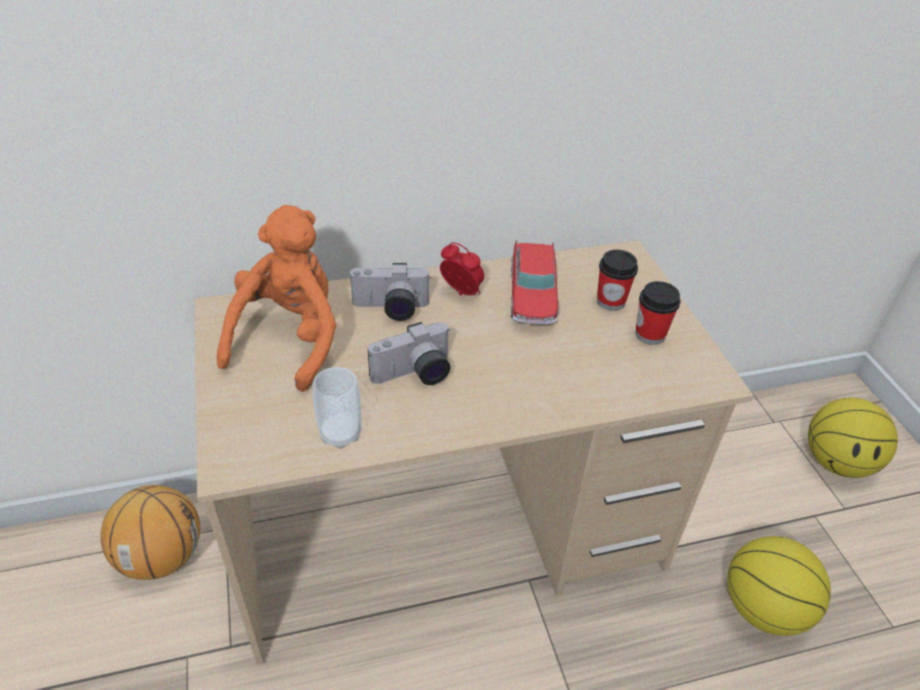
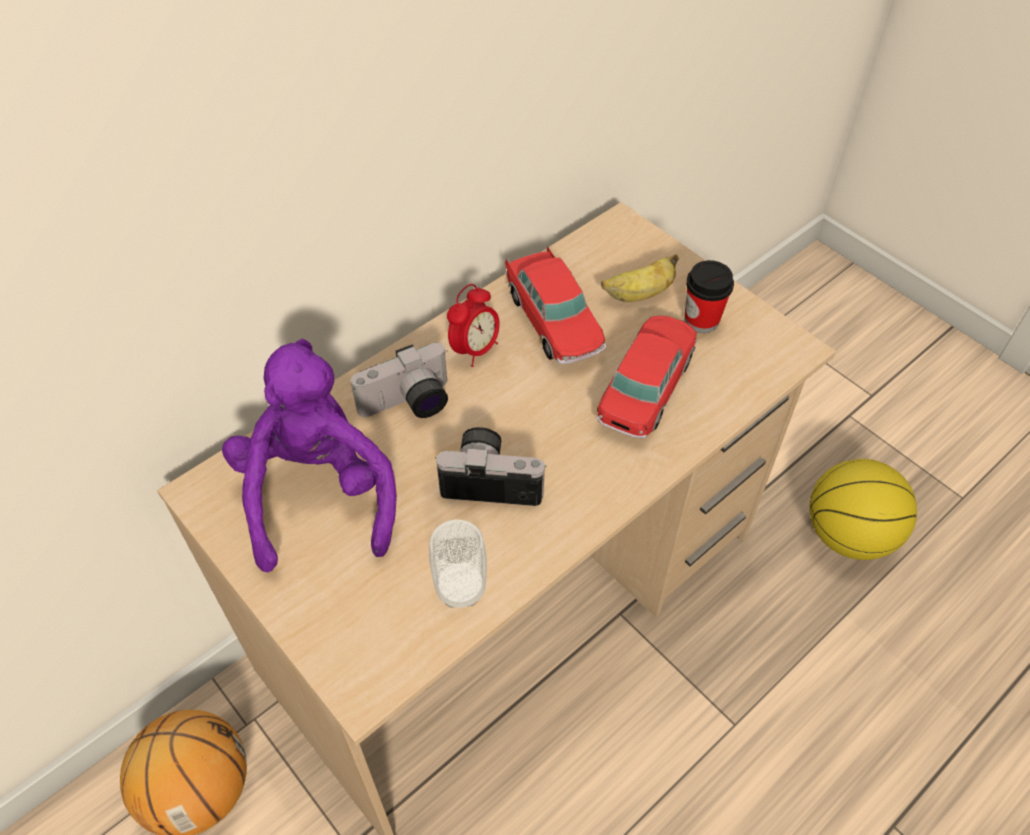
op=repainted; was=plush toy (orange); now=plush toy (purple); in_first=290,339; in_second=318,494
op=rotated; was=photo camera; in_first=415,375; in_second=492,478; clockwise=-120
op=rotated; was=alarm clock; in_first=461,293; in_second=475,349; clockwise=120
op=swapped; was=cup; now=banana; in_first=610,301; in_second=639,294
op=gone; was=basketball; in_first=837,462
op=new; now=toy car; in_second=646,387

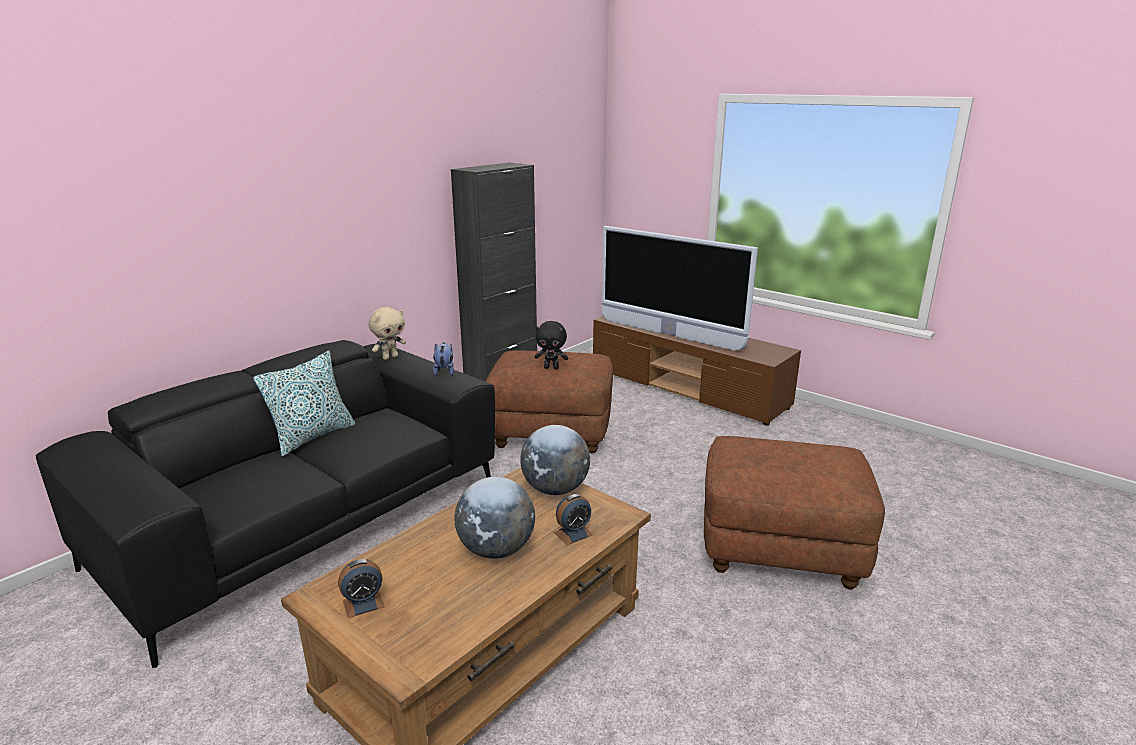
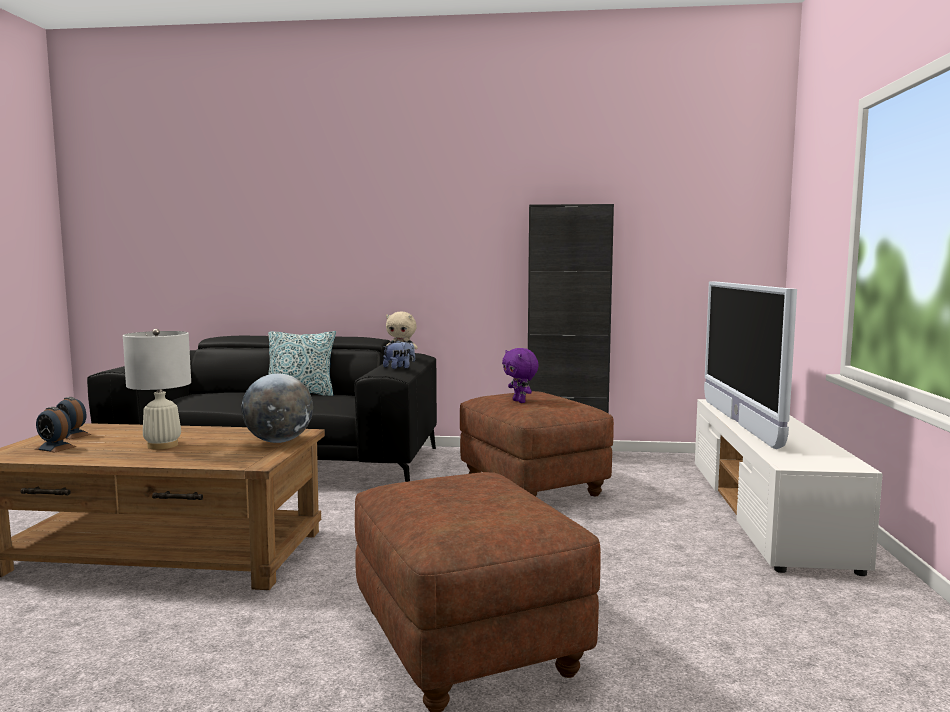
op=swapped; was=globe; now=table lamp (white); in_first=496,550; in_second=163,445
op=repainted; was=plush toy (black); now=plush toy (purple); in_first=551,367; in_second=520,401
op=shifted; was=alarm clock; in_first=573,533; in_second=55,448
op=repainted; was=tv stand (brown); now=tv stand (white); in_first=688,389; in_second=767,512

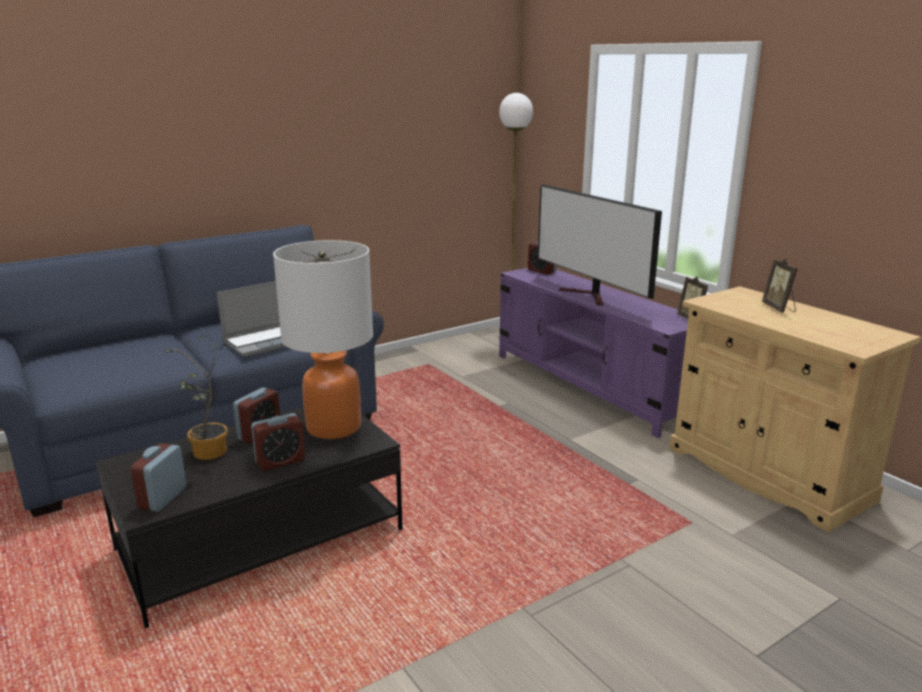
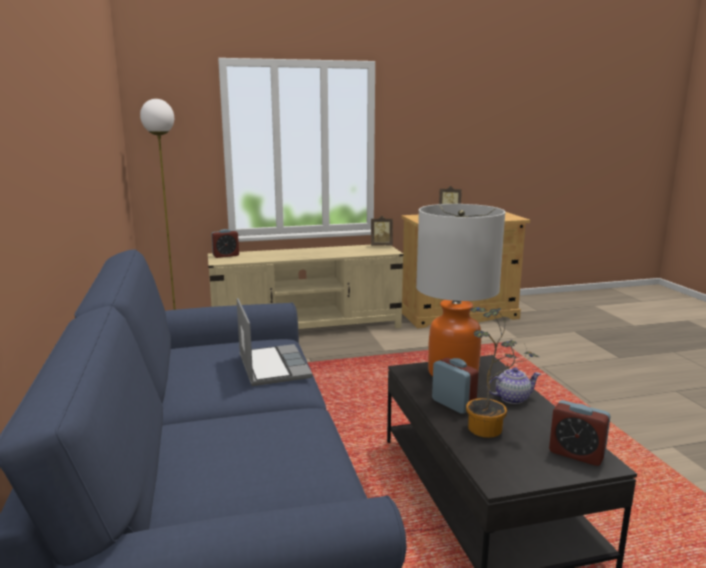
op=swapped; was=alarm clock; now=teapot; in_first=280,461; in_second=512,398
op=repainted; was=tv stand (purple); now=tv stand (beige); in_first=591,385; in_second=307,327
op=gone; was=television; in_first=590,296

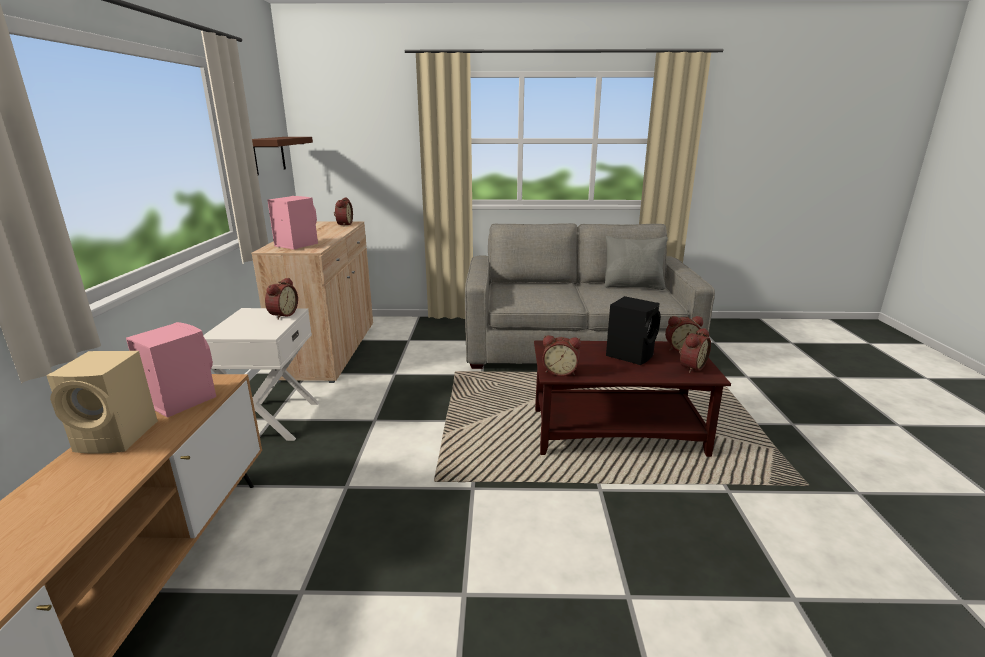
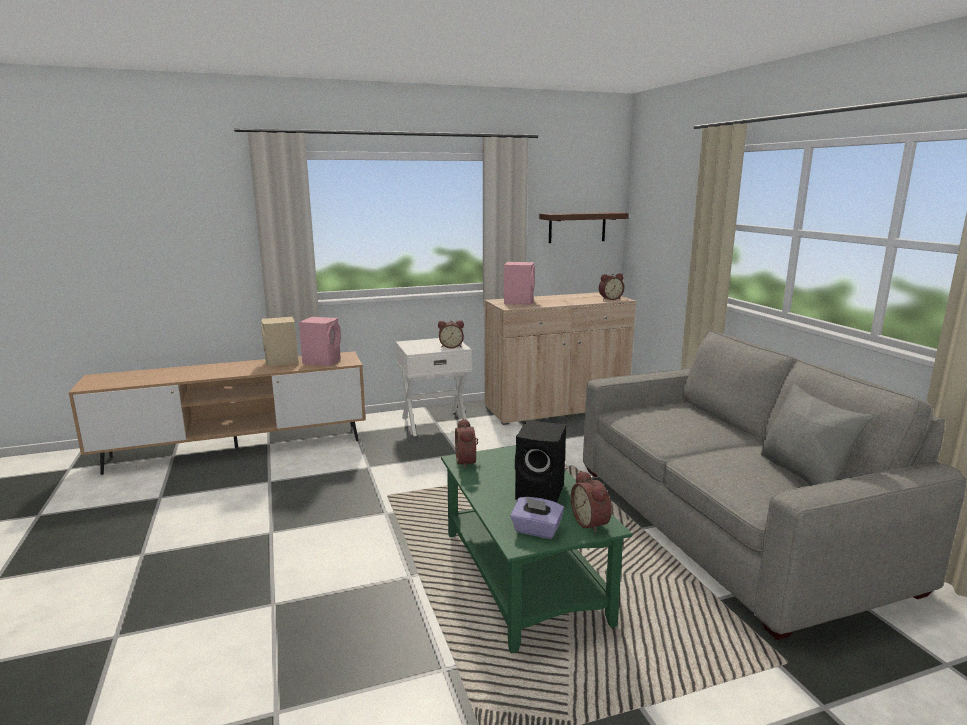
op=repainted; was=coffee table (brown); now=coffee table (green); in_first=618,431; in_second=524,577
op=swapped; was=alarm clock; now=tissue box (purple); in_first=690,367; in_second=536,530

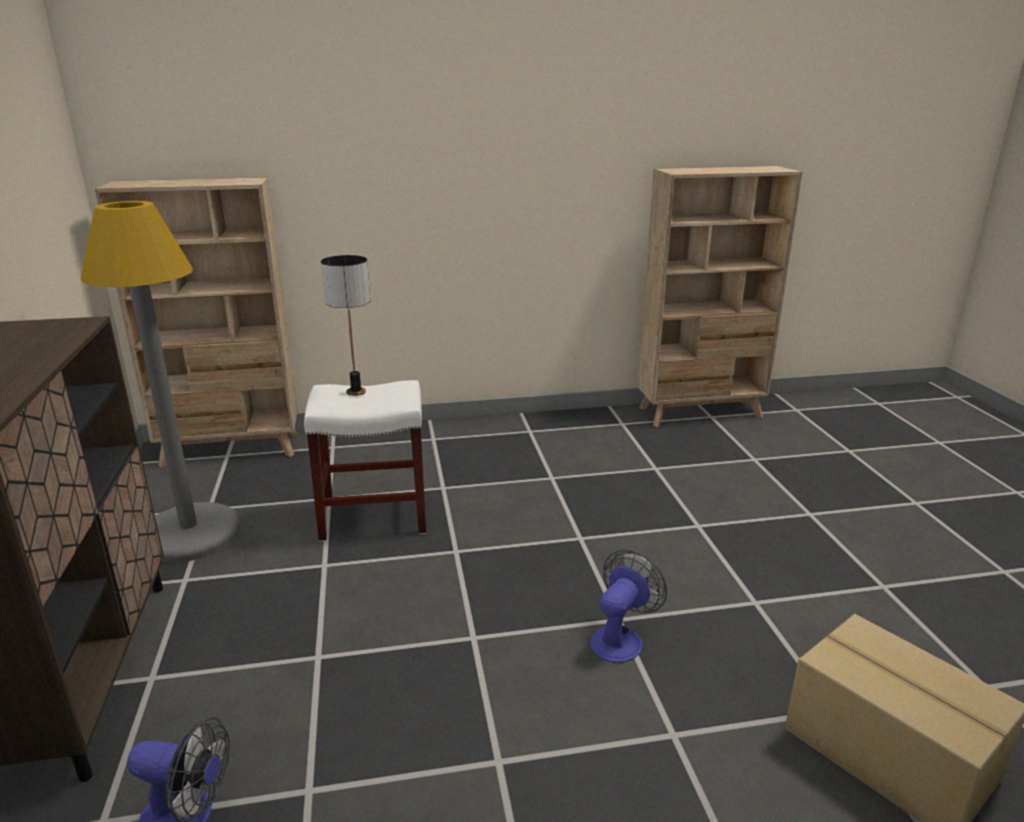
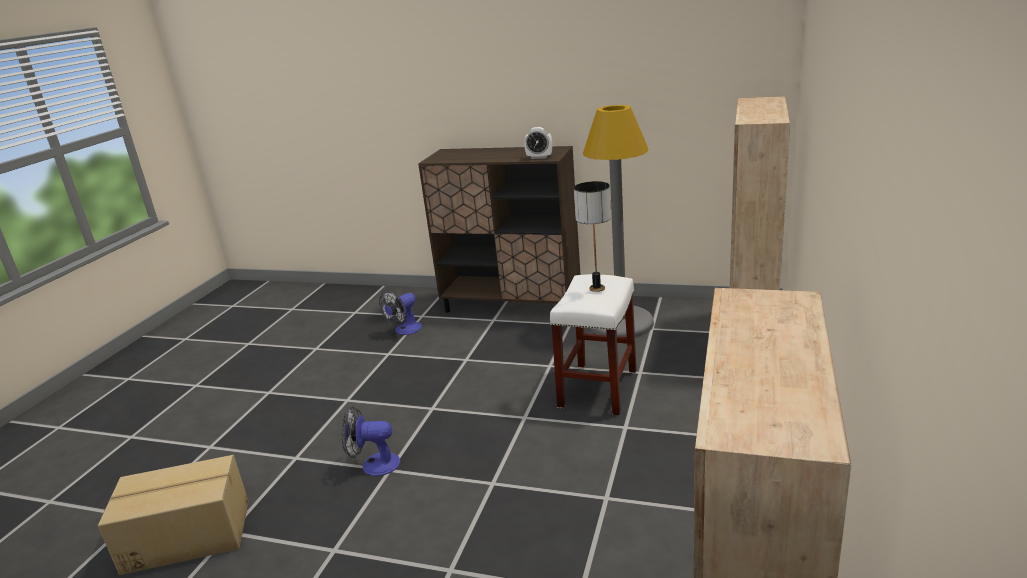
op=rotated; was=fan; in_first=621,638; in_second=374,464; clockwise=120
op=new; now=alarm clock; in_second=539,157

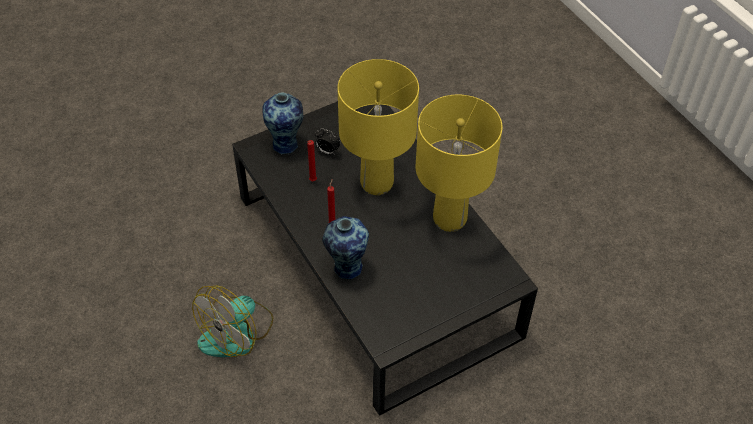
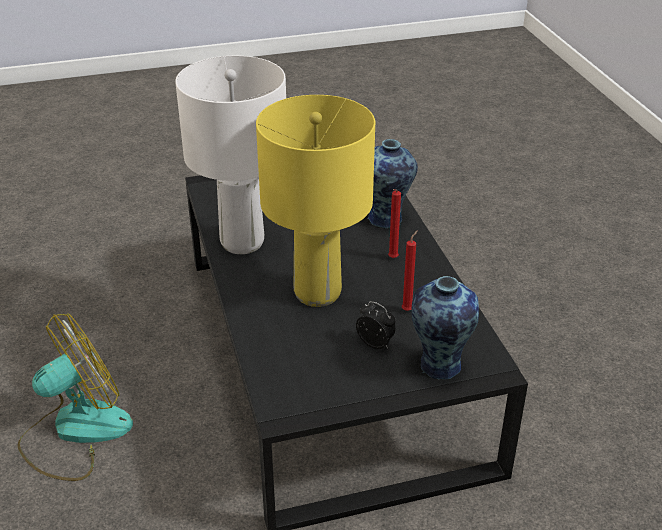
op=shifted; was=fan; in_first=237,332; in_second=75,431
op=repainted; was=table lamp (yellow); now=table lamp (white); in_first=449,220; in_second=243,242

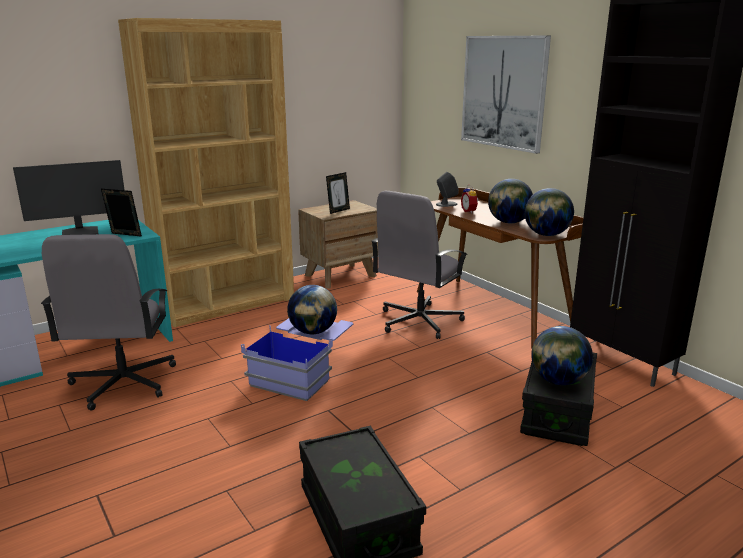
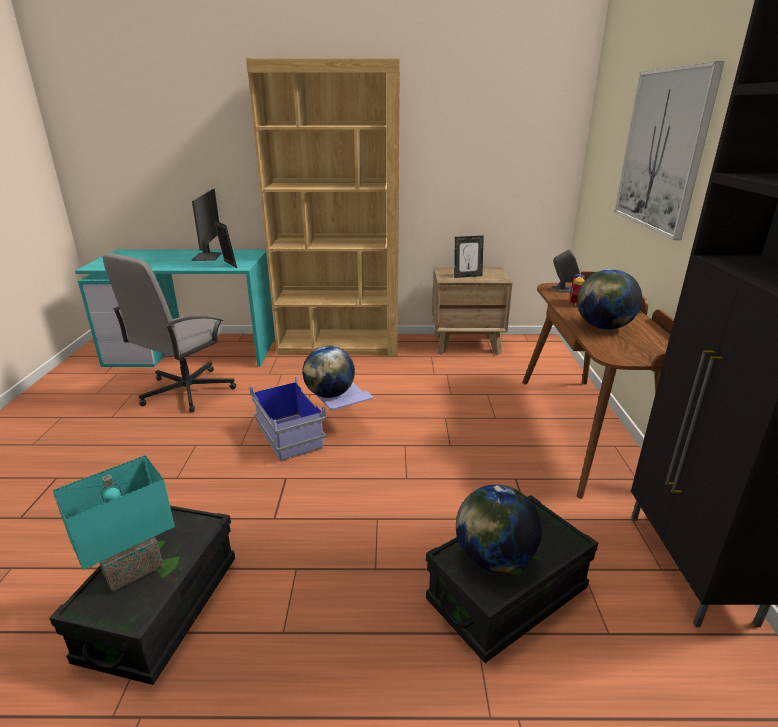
op=rotated; was=monitor; in_first=80,232; in_second=208,256; clockwise=-105
op=gone; was=office chair (grey); in_first=418,321
op=gone; was=globe; in_first=546,235
op=new; now=table lamp (turquoise); in_second=133,571

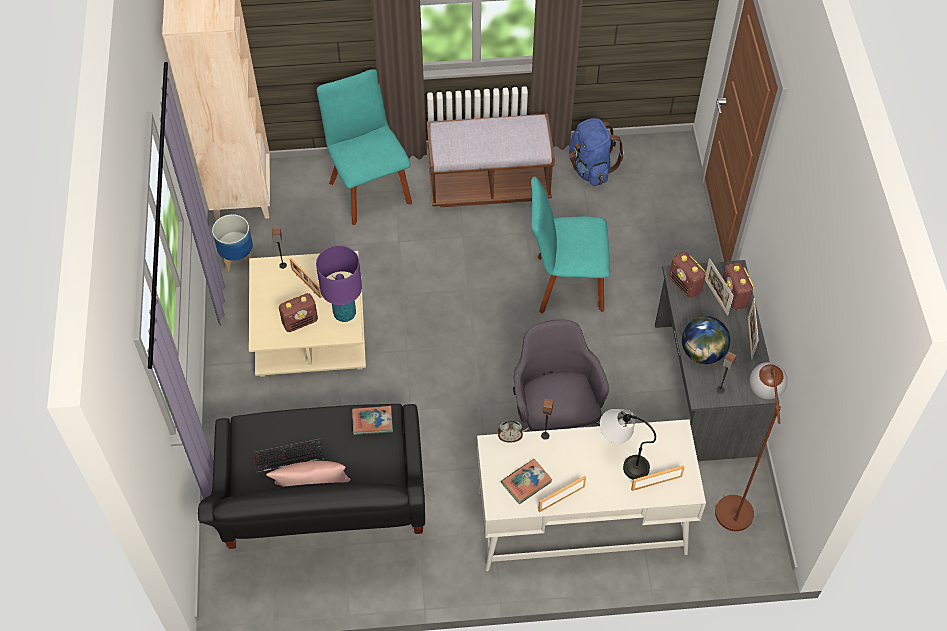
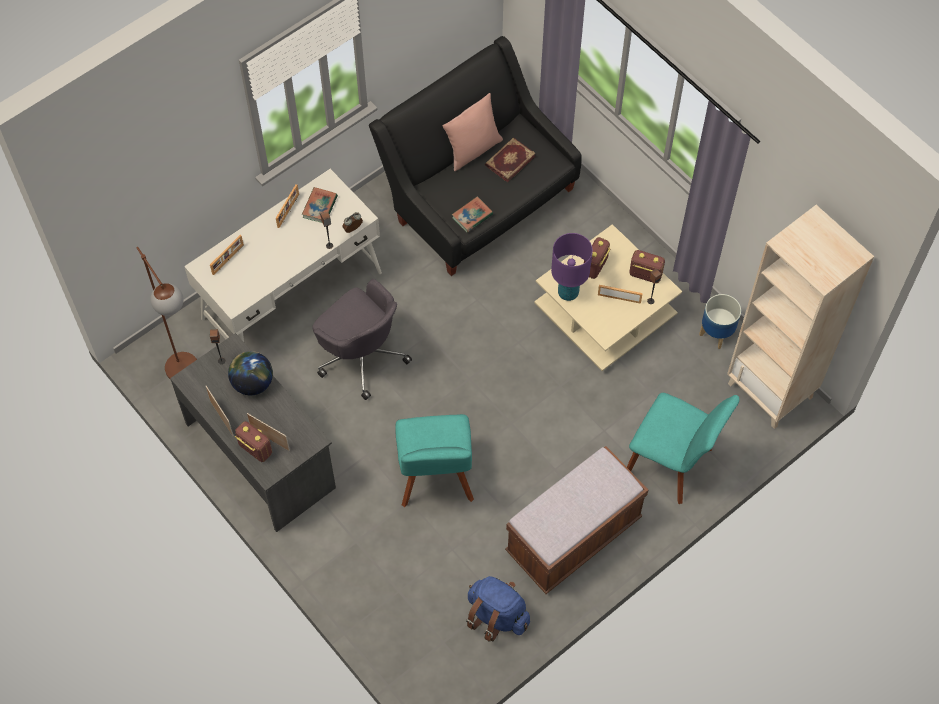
op=swapped; was=keyboard; now=book; in_first=288,456; in_second=509,160
op=rotated; was=chair (turquoise); in_first=565,284; in_second=435,479; clockwise=120
op=gone; was=table lamp; in_first=622,457
op=shifted; was=radio; in_first=685,285; in_second=645,275

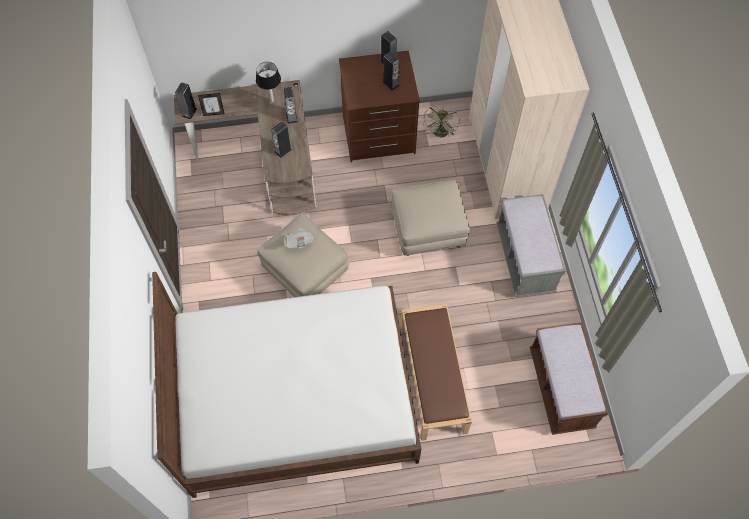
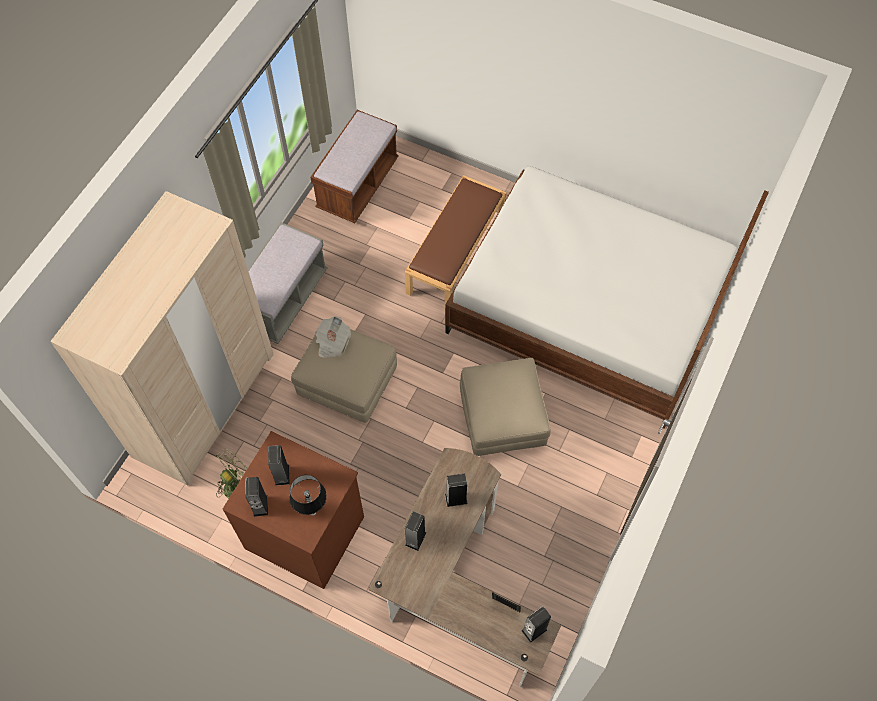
op=shifted; was=table lamp; in_first=272,101; in_second=313,512
op=shifted; was=newspaper; in_first=299,242; in_second=332,343

